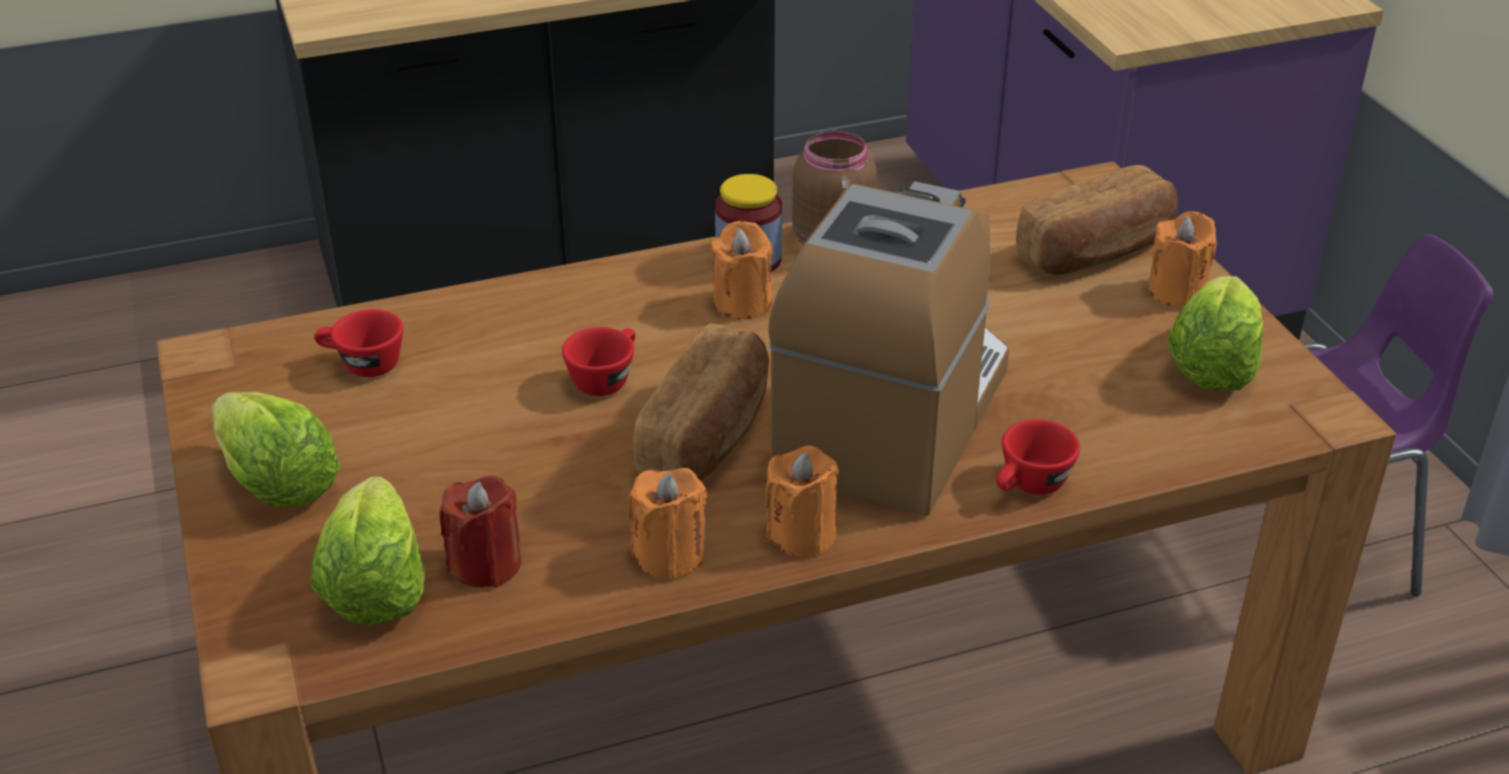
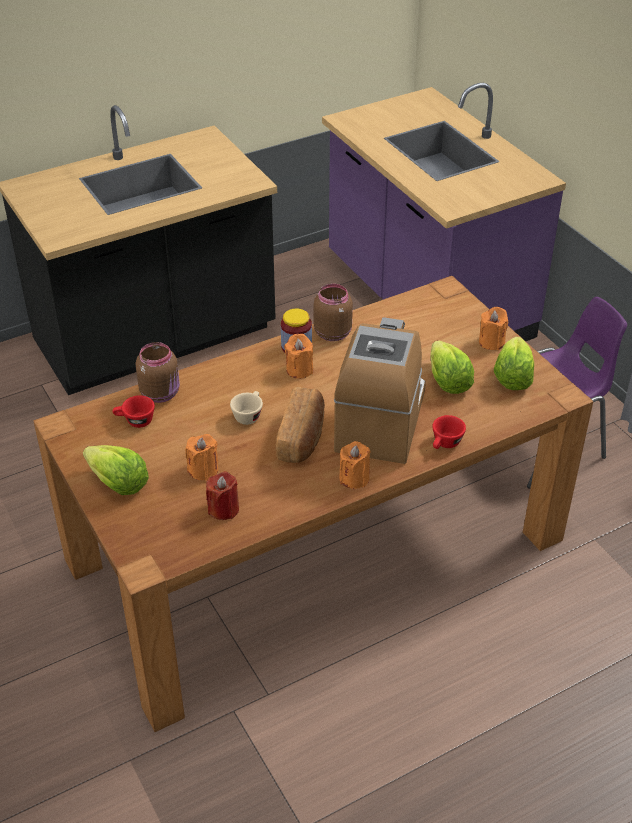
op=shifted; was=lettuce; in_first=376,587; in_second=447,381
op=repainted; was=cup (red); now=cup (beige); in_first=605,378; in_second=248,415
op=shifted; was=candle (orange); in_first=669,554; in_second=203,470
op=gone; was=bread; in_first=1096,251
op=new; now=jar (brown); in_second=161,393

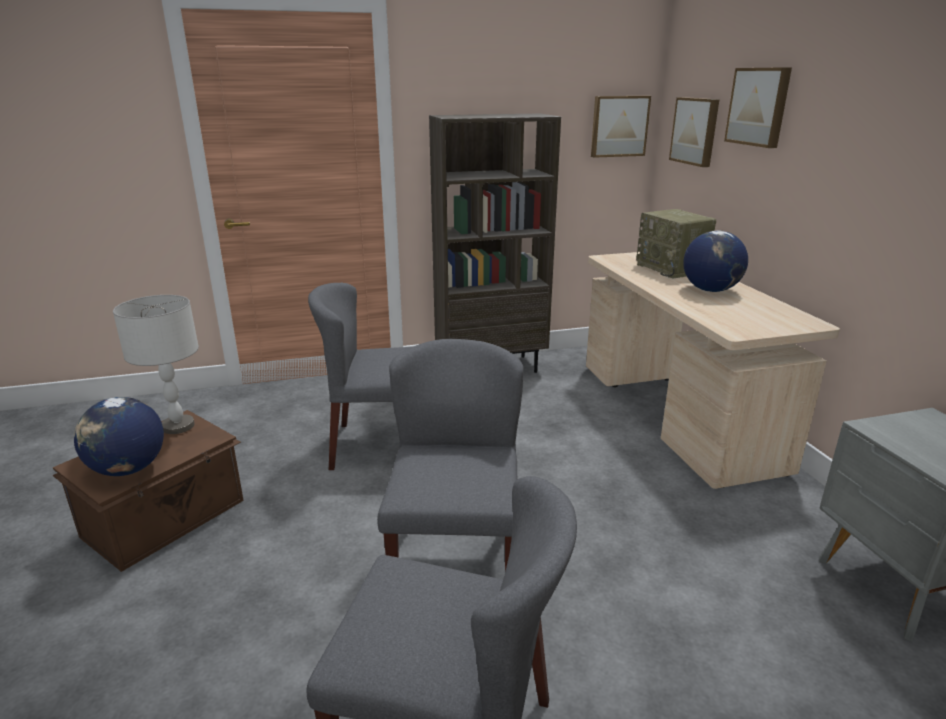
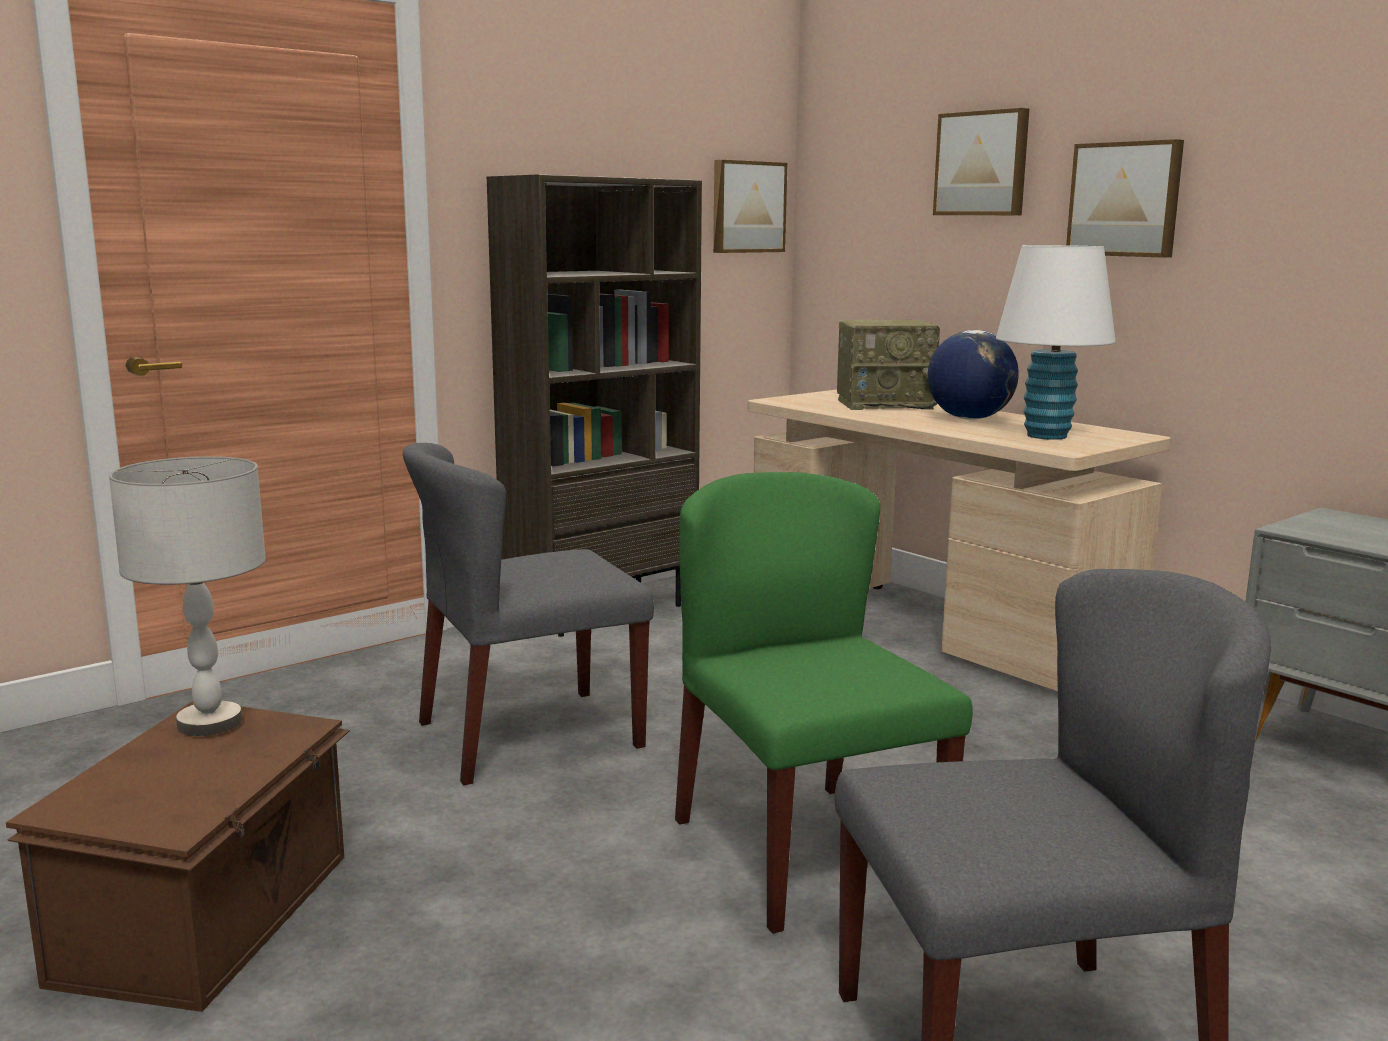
op=gone; was=globe; in_first=128,469
op=repainted; was=chair (grey); now=chair (green); in_first=455,563; in_second=804,852
op=rotated; was=radio; in_first=672,269; in_second=886,404; clockwise=-45
op=shifted; was=picture; in_first=696,131; in_second=1126,199
op=new; now=table lamp (white); in_second=1047,436

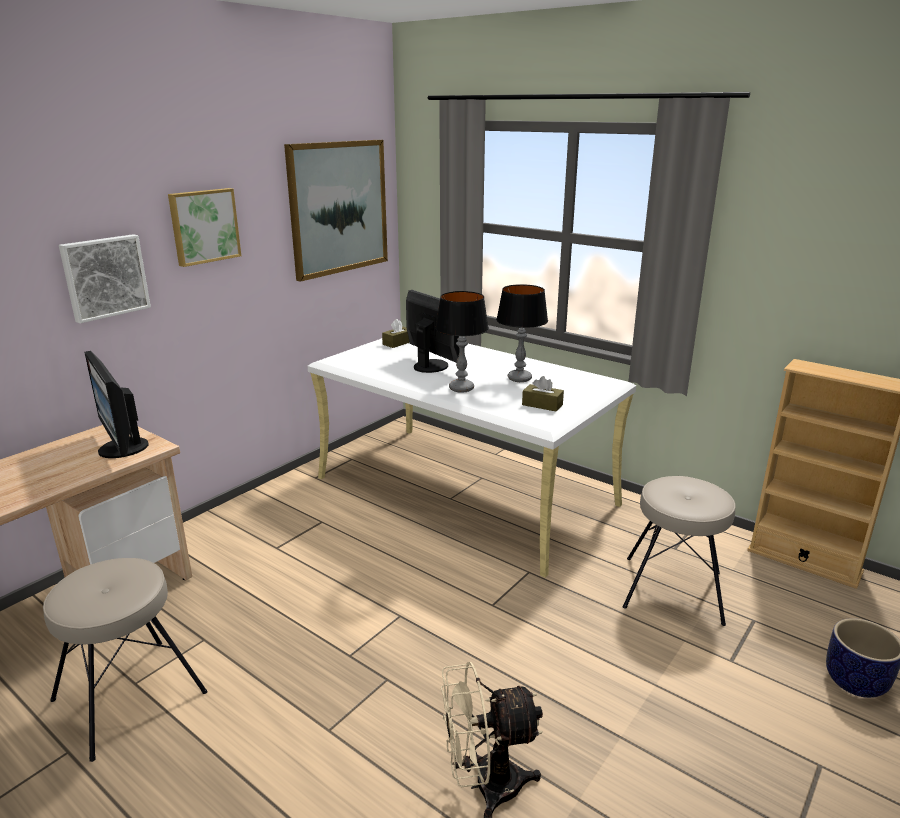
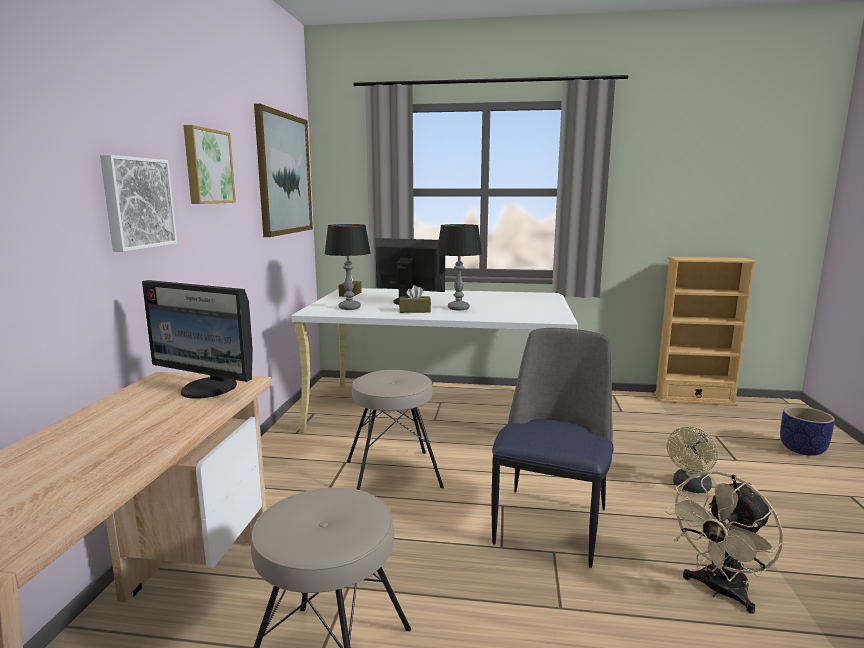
op=shifted; was=table lamp; in_first=519,378; in_second=349,308
op=shifted; was=tissue box (brown); in_first=542,405; in_second=414,311
op=shifted; was=stool (beige); in_first=673,590; in_second=393,474
op=new; now=chair; in_second=551,523
op=new; now=fan (beige); in_second=690,487

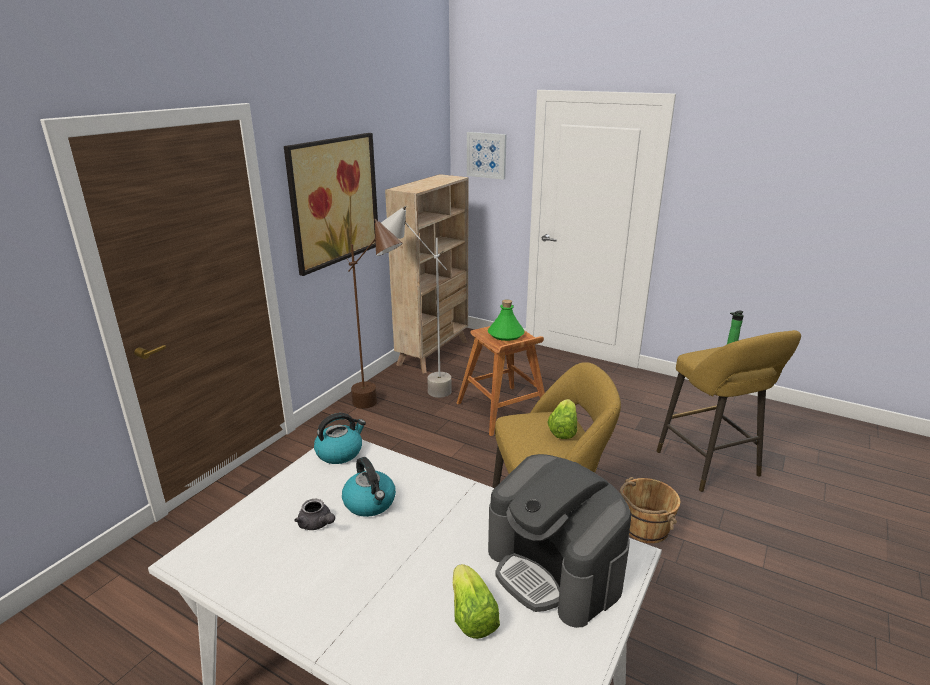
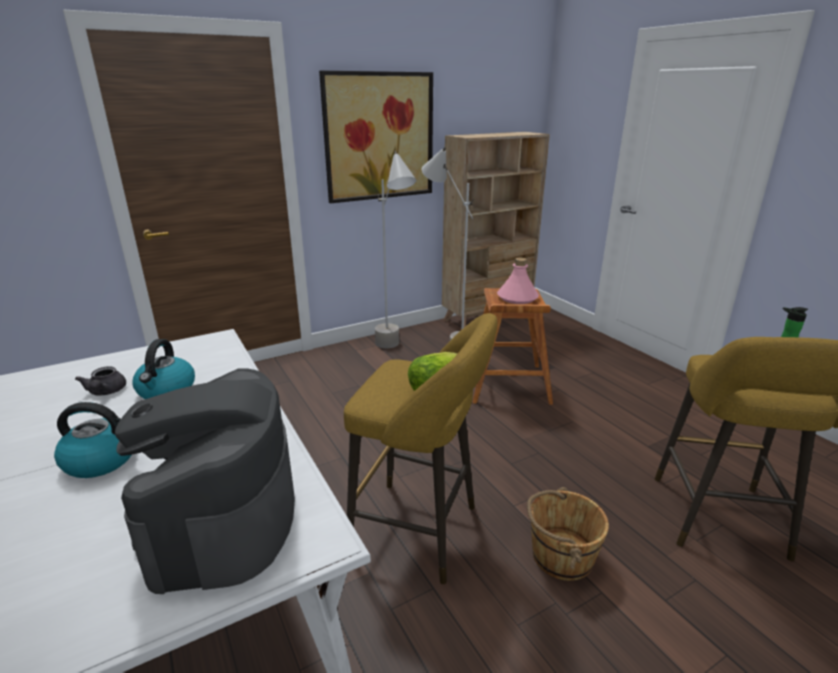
op=shifted; was=kettle; in_first=340,452; in_second=102,459
op=repainted; was=floor lamp (brown); now=floor lamp (grey); in_first=380,408; in_second=394,351
op=gone; was=lettuce; in_first=472,616
op=gone; was=picture; in_first=486,155
op=repainted; was=bottle (green); now=bottle (pink); in_first=506,334; in_second=517,298

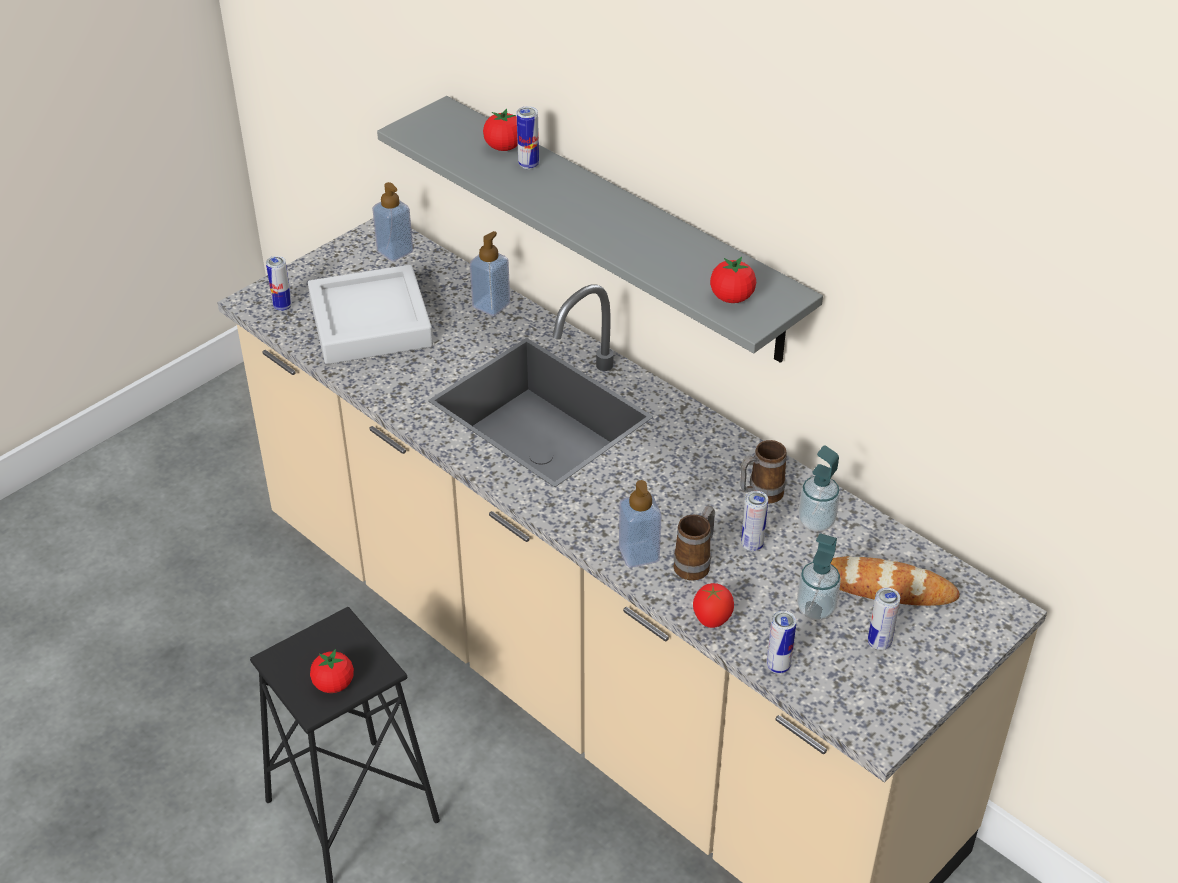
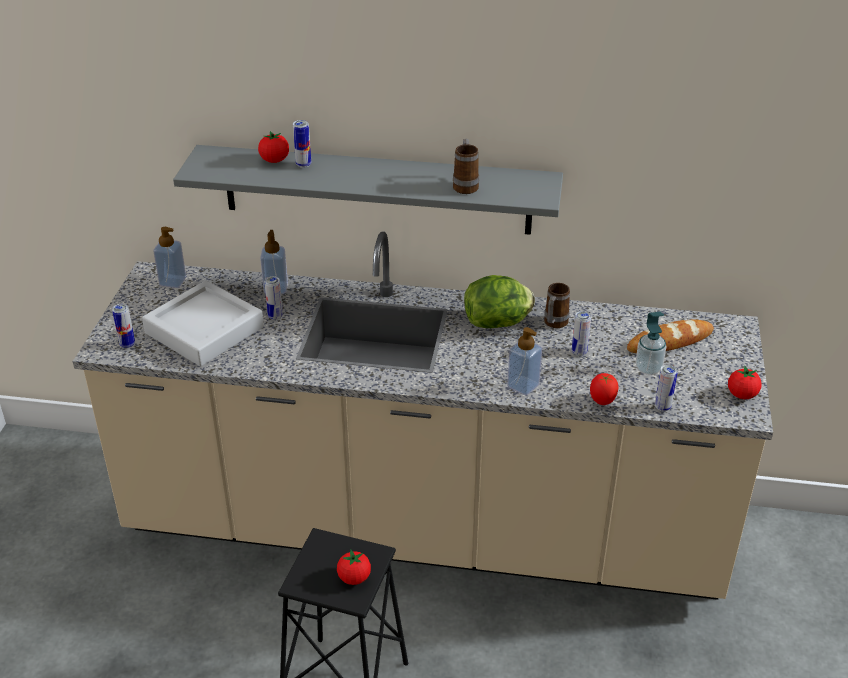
op=shifted; was=mug; in_first=696,563; in_second=465,185
op=shifted; was=tomato; in_first=731,298; in_second=742,395
op=gone; was=soap dispenser; in_first=816,521
op=shifted; was=can; in_first=879,643; in_second=275,316
op=new; now=lettuce; in_second=498,323

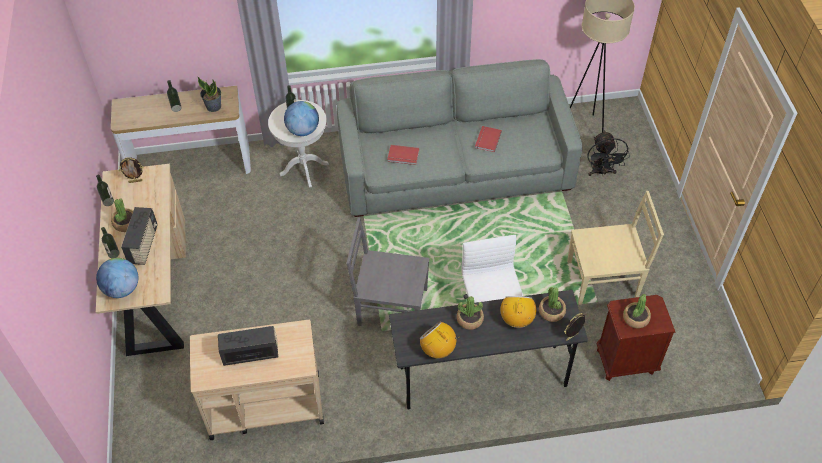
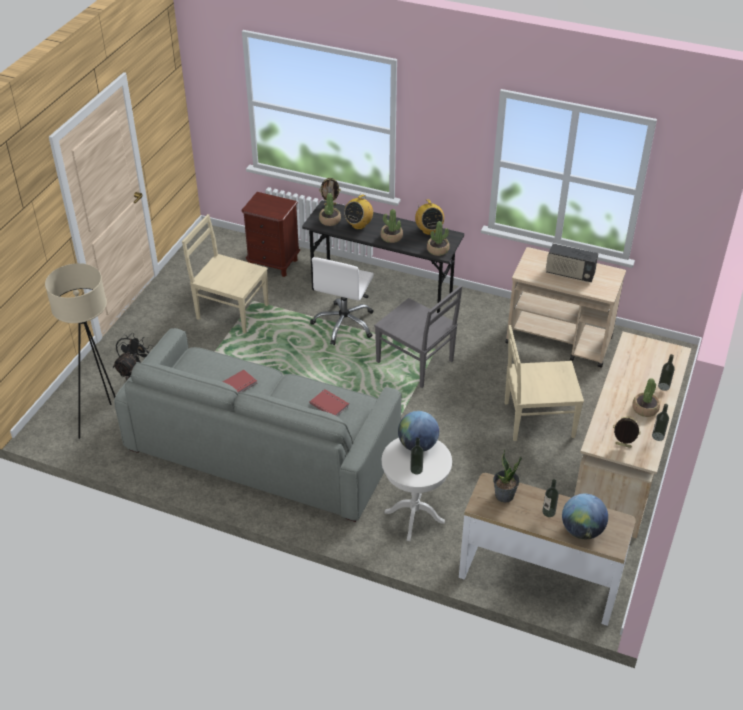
op=shifted; was=globe; in_first=122,289; in_second=582,530
op=gone; was=radio; in_first=144,245
op=shifted; was=potted plant; in_first=635,318; in_second=437,250
op=new; now=chair (beige); in_second=536,419

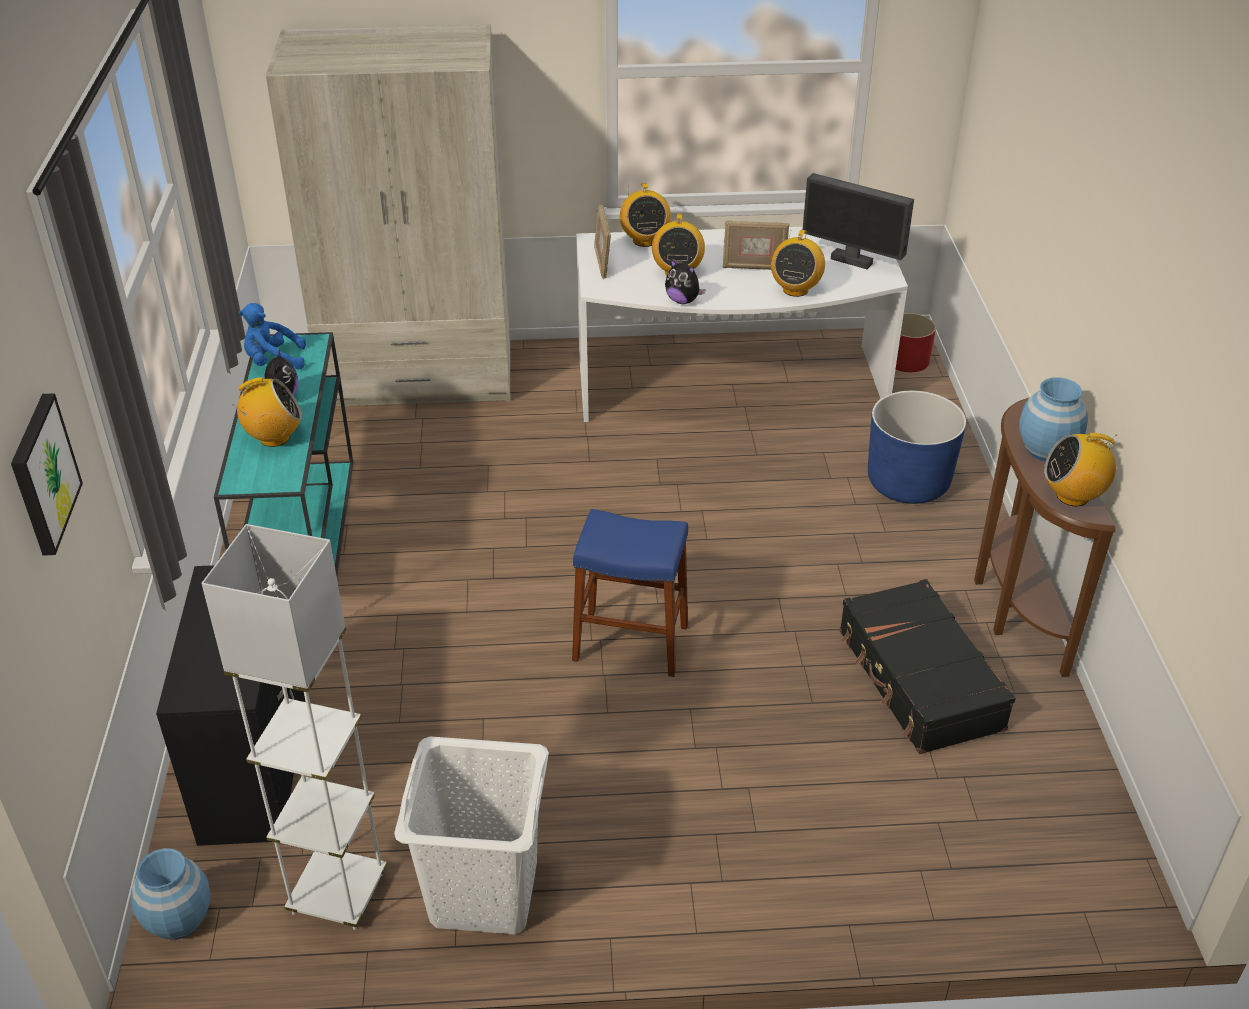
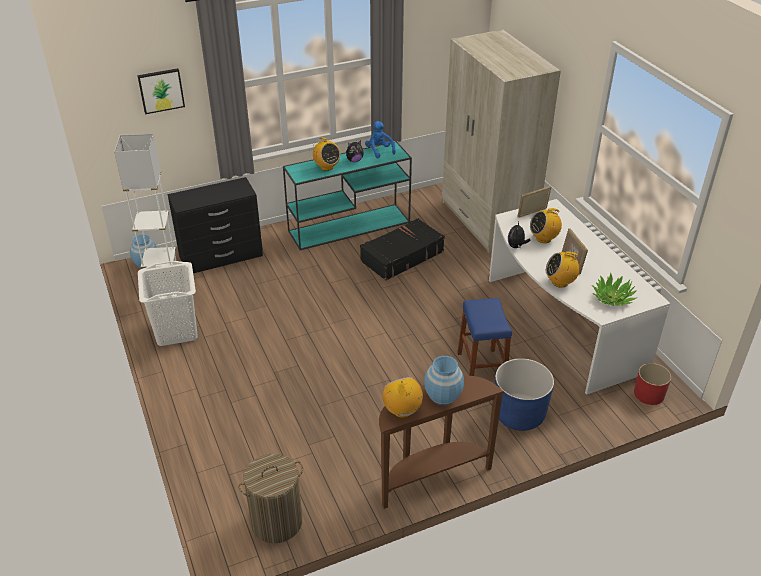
op=shifted; was=stool (blue); in_first=630,642; in_second=481,369
op=gone; was=radio; in_first=644,240
op=swapped; was=monitor; now=potted plant; in_first=852,260; in_second=612,298
op=shifted; was=suitcase (black); in_first=918,680; in_second=401,256
op=new; now=laundry basket; in_second=277,521

